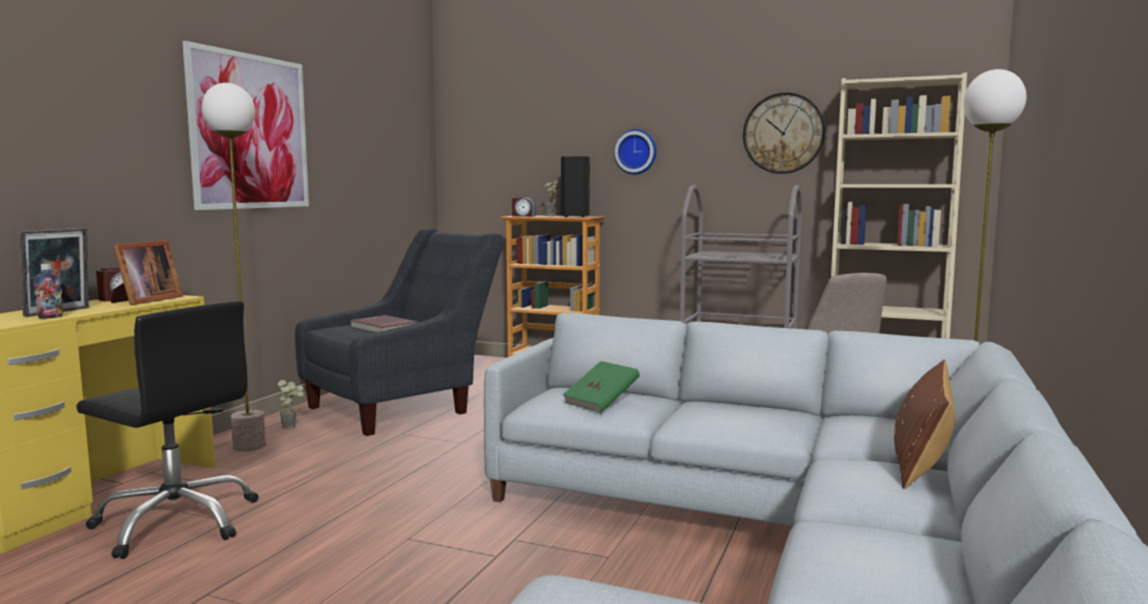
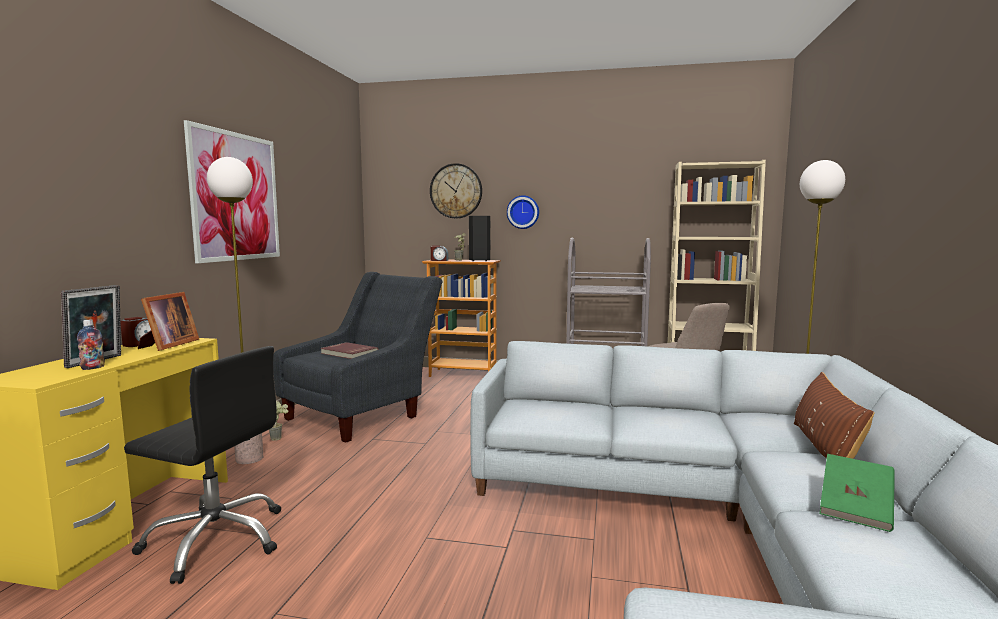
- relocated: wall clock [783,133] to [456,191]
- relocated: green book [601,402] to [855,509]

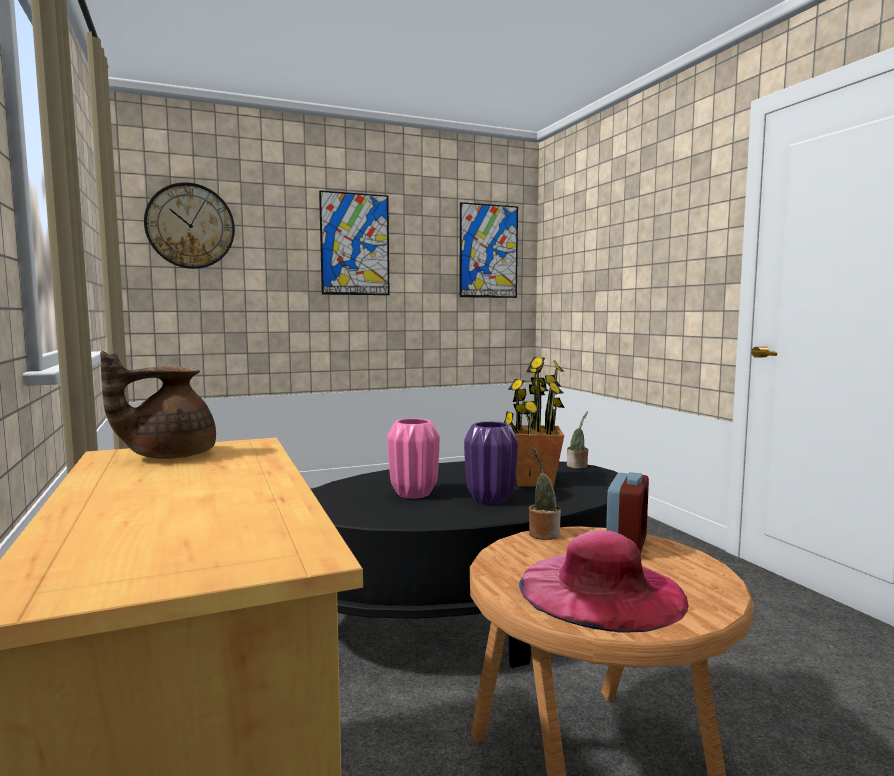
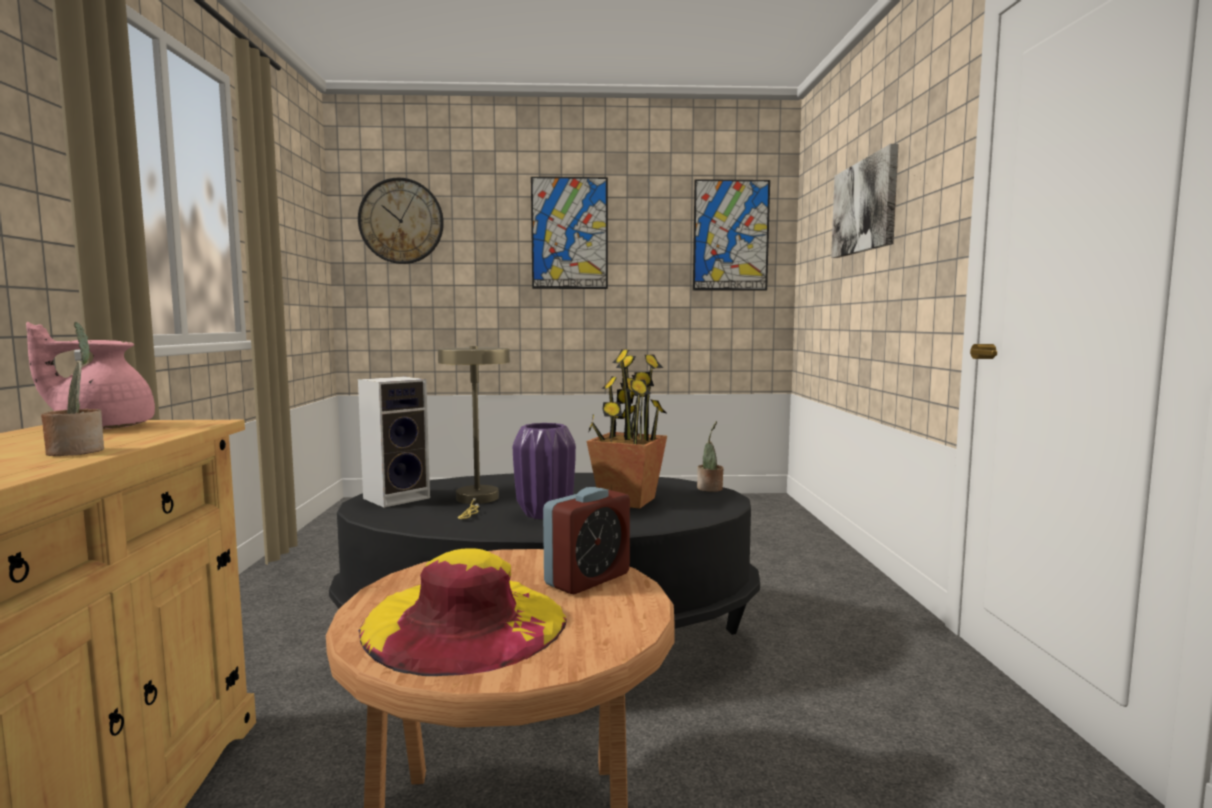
- colour: brown teapot [168,456] to pink teapot [103,427]
- relocated: potted plant [542,533] to [77,451]
- appeared: speaker [398,497]
- colour: pink hat [601,590] to yellow hat [464,622]
- exchanged: pink vase [414,494] to beige table lamp [476,500]
- appeared: picture [865,206]

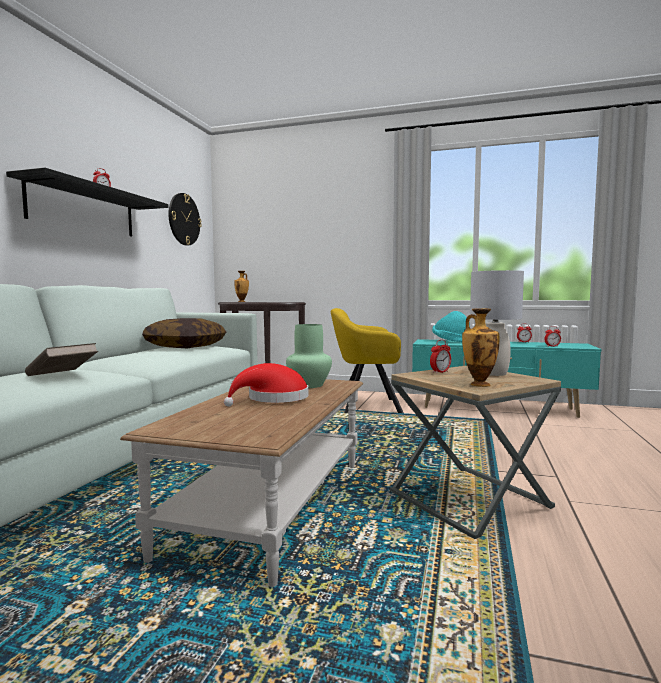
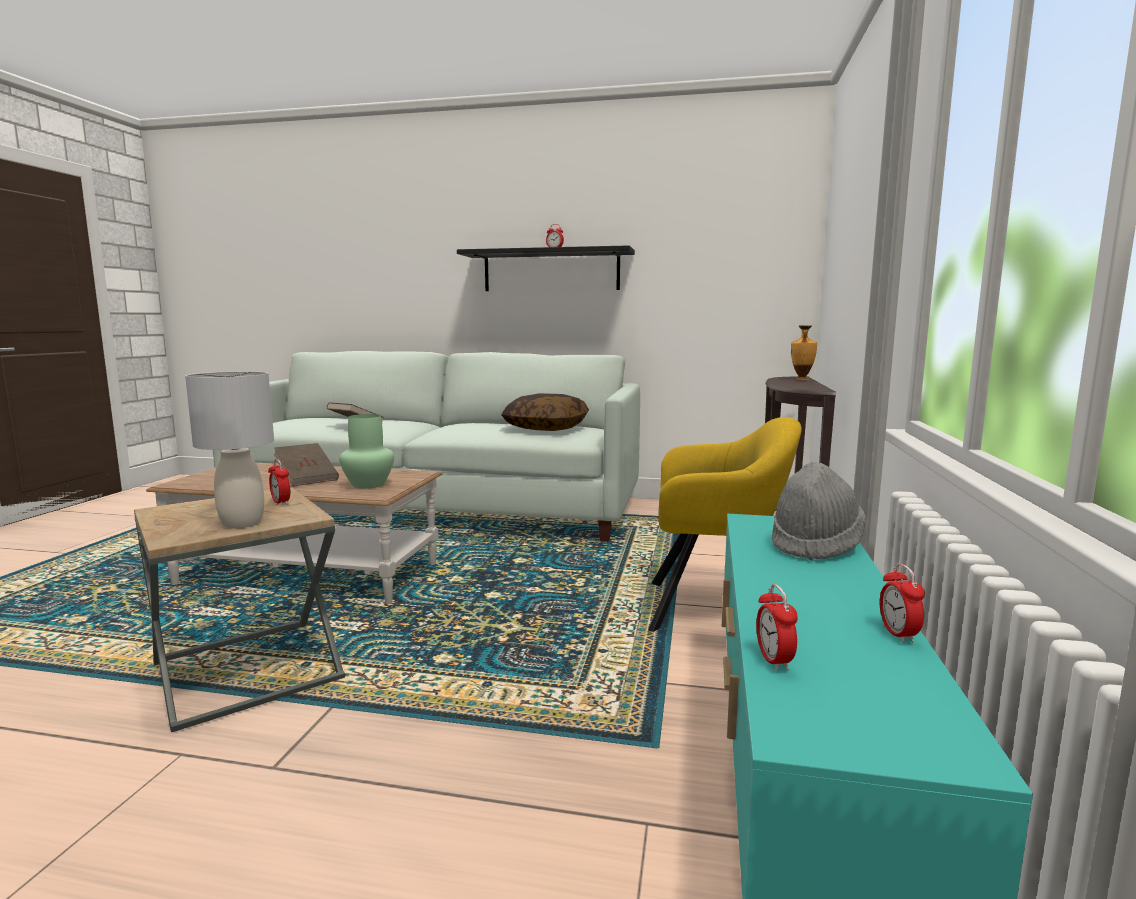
- exchanged: red hat [273,399] to brown book [307,478]
- spun: yellow armchair [365,406] = [715,610] 105 degrees clockwise
- colour: turquoise hat [451,341] to grey hat [815,544]
- missing: wall clock [184,219]
- missing: vase [479,384]

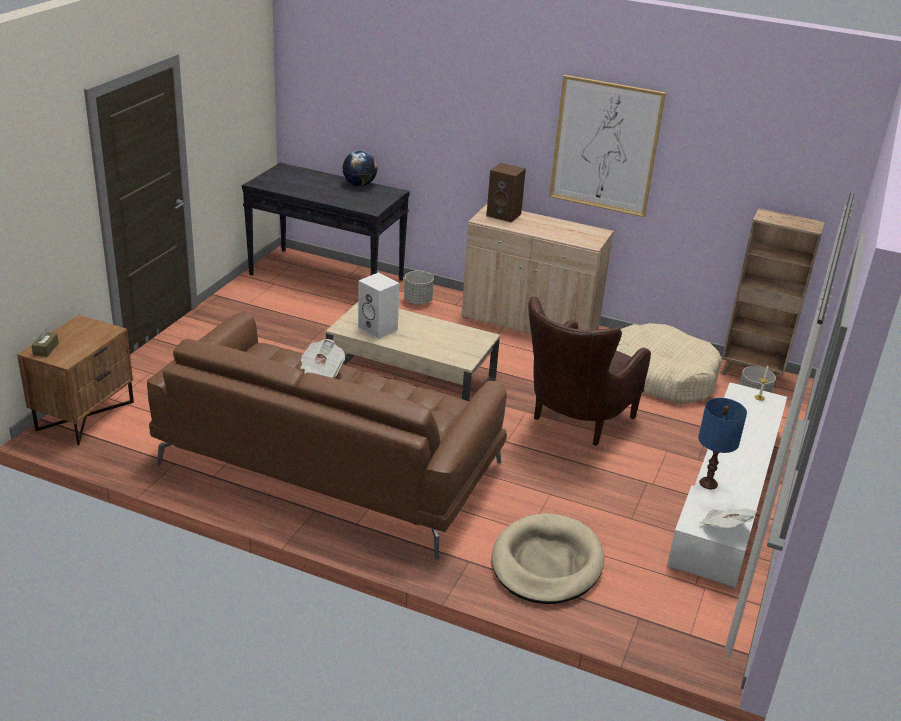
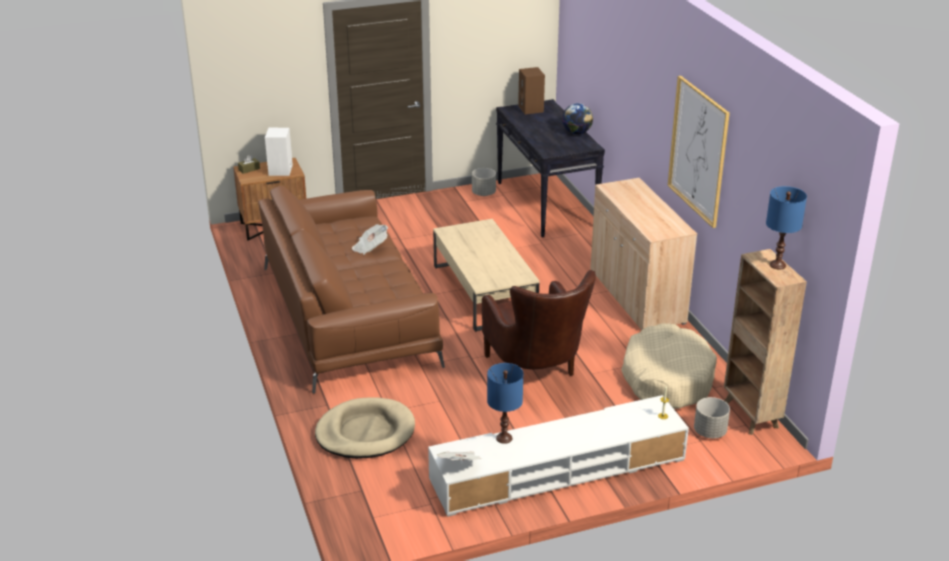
- relocated: white speaker [379,328] to [281,170]
- relocated: grey planter [418,301] to [484,193]
- spun: brown armchair [574,424] = [536,372] 105 degrees counterclockwise
- relocated: brown speaker [504,215] to [531,109]
- appeared: blue table lamp [777,265]

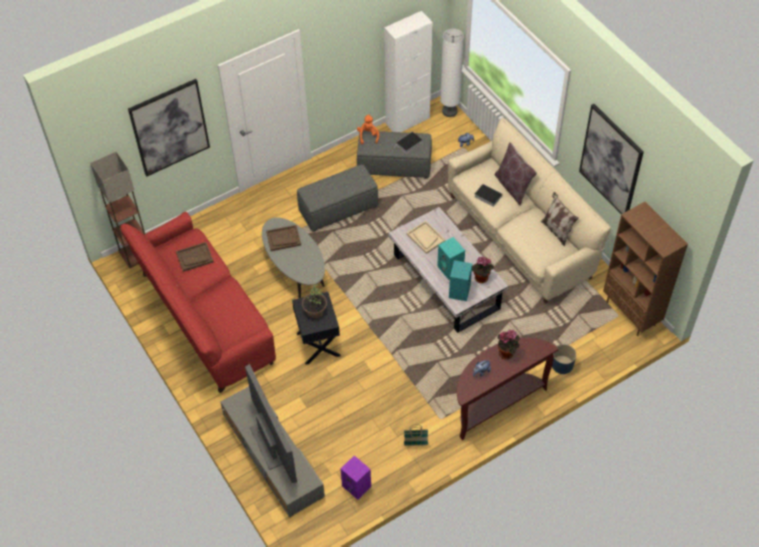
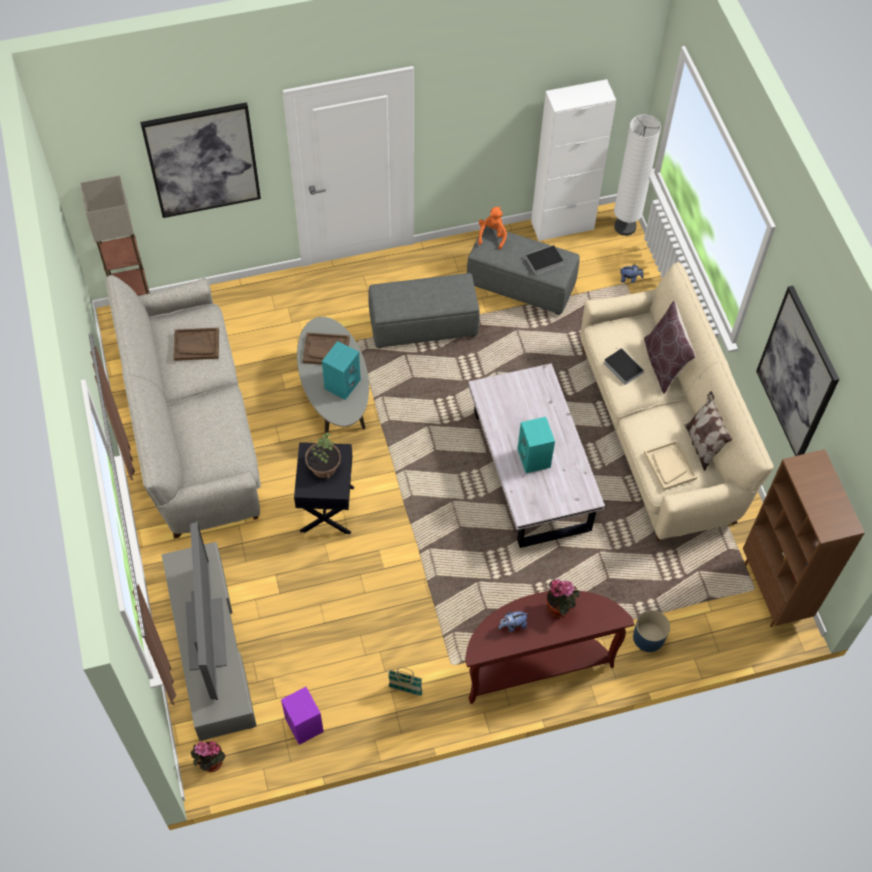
- colour: red sofa [205,318] to grey sofa [194,429]
- relocated: potted plant [480,279] to [210,763]
- relocated: turquoise speaker [459,290] to [342,383]
- relocated: beige tray [425,238] to [669,465]

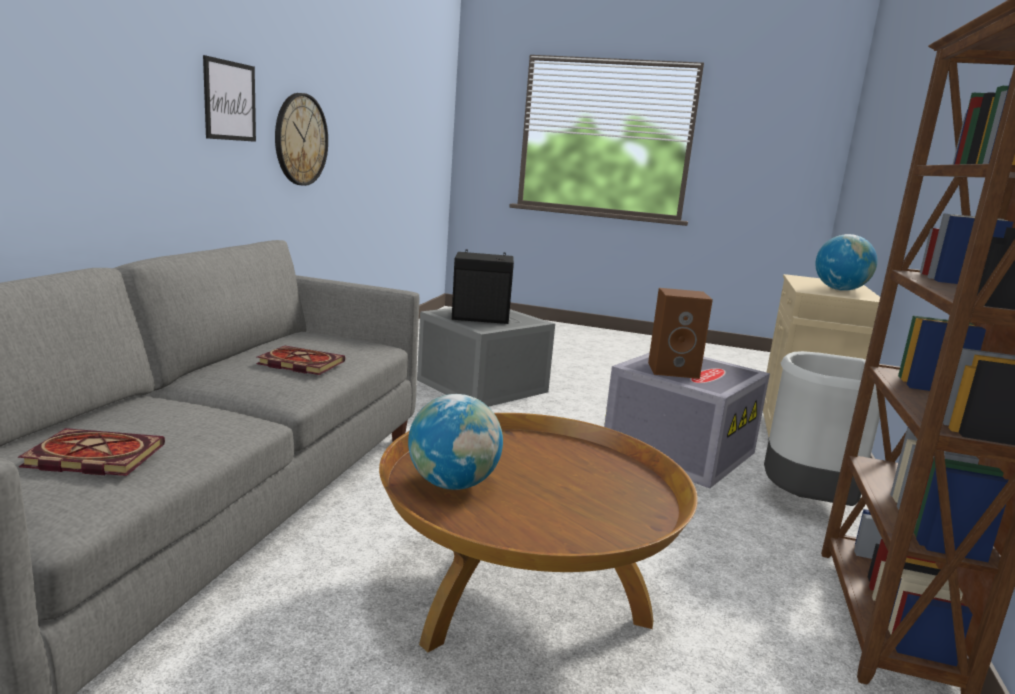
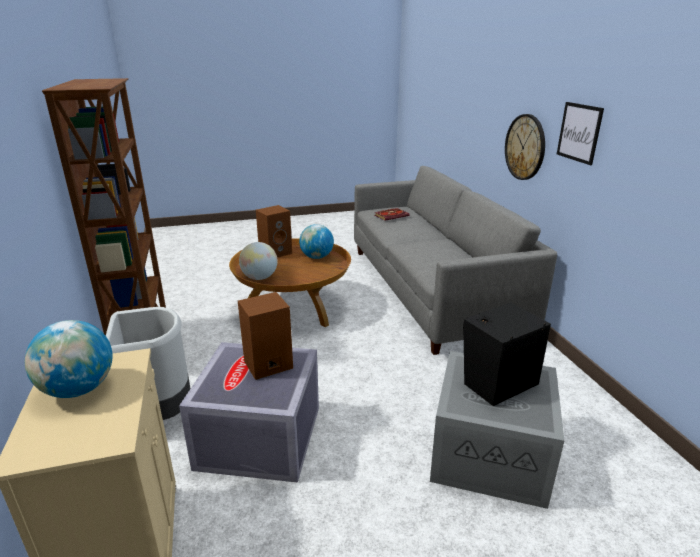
- appeared: globe [259,278]
- appeared: brown speaker [276,252]
- relocated: wall clock [300,139] to [525,147]
- missing: book [298,363]

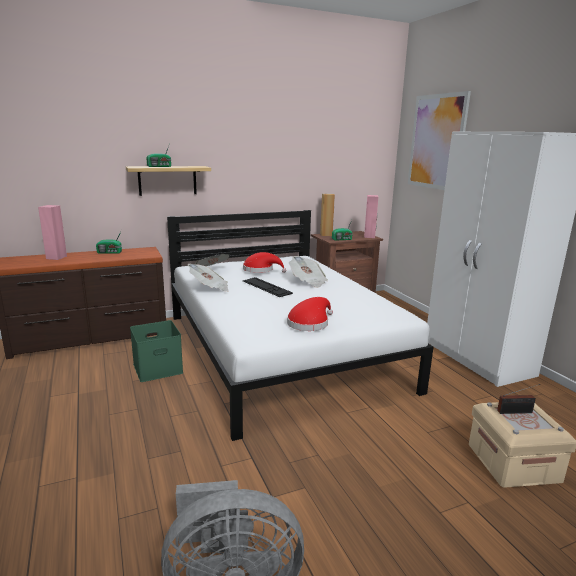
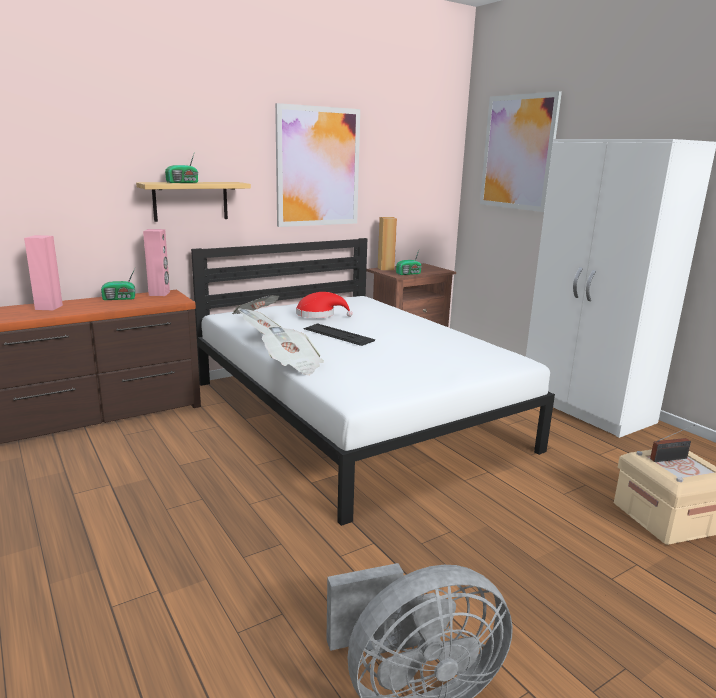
- relocated: pink speaker [369,236] to [159,293]
- relocated: newspaper [308,282] to [293,365]
- appeared: picture [318,167]
- missing: green storage box [158,368]
- missing: red hat [309,323]

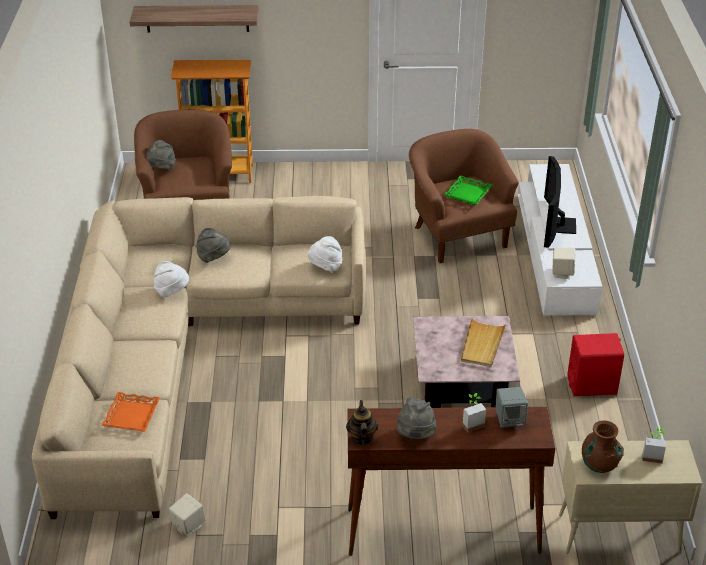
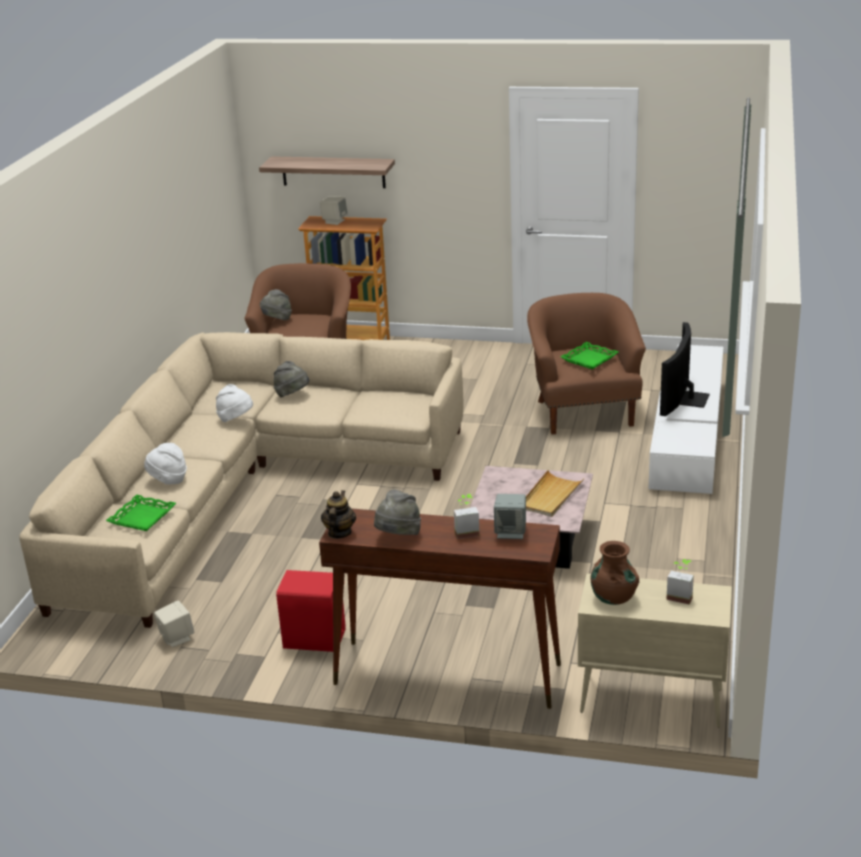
- colour: orange tray [132,416] to green tray [142,517]
- relocated: white hat [325,267] to [168,480]
- relocated: red speaker [592,385] to [315,639]
- relocated: beige speaker [562,273] to [334,221]

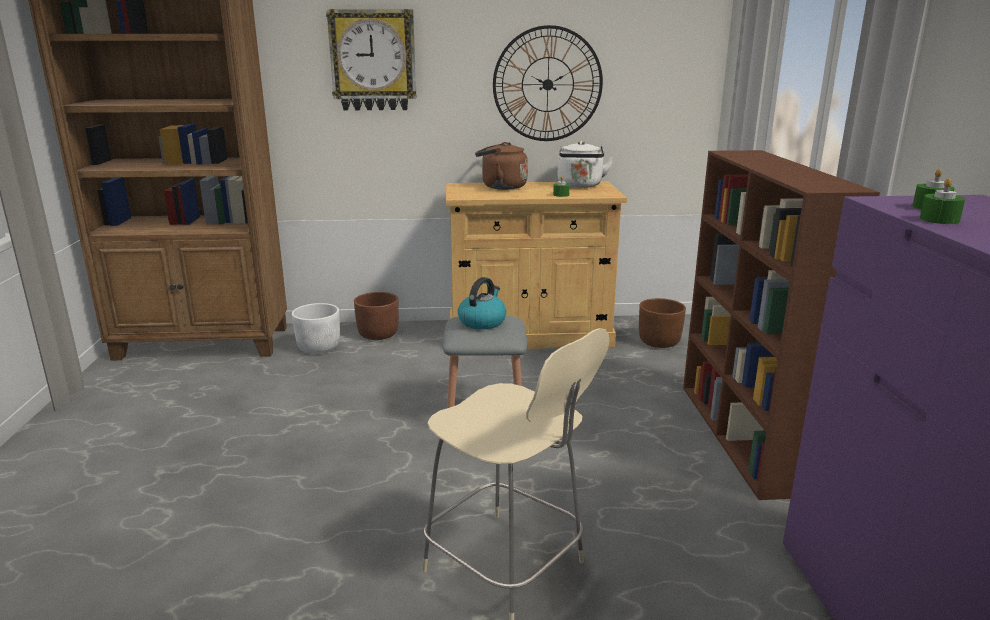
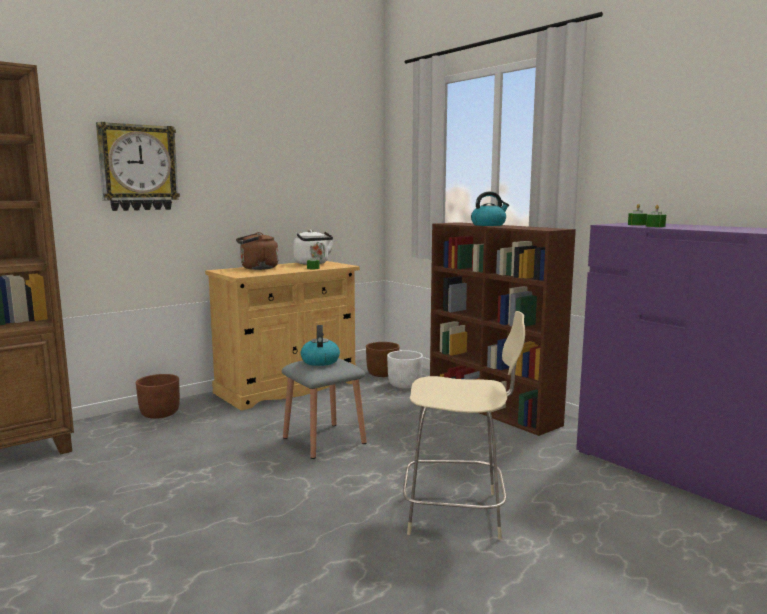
- relocated: white planter [319,348] to [404,384]
- appeared: kettle [488,225]
- missing: wall clock [547,84]

